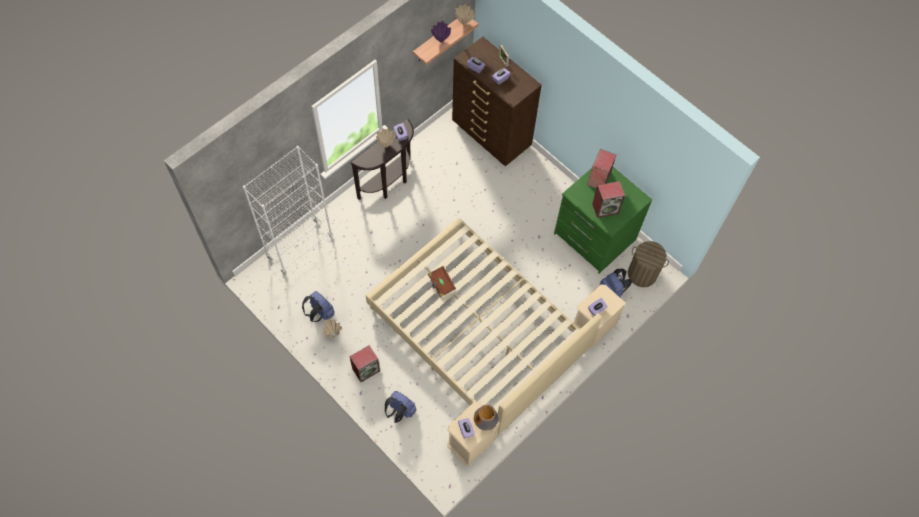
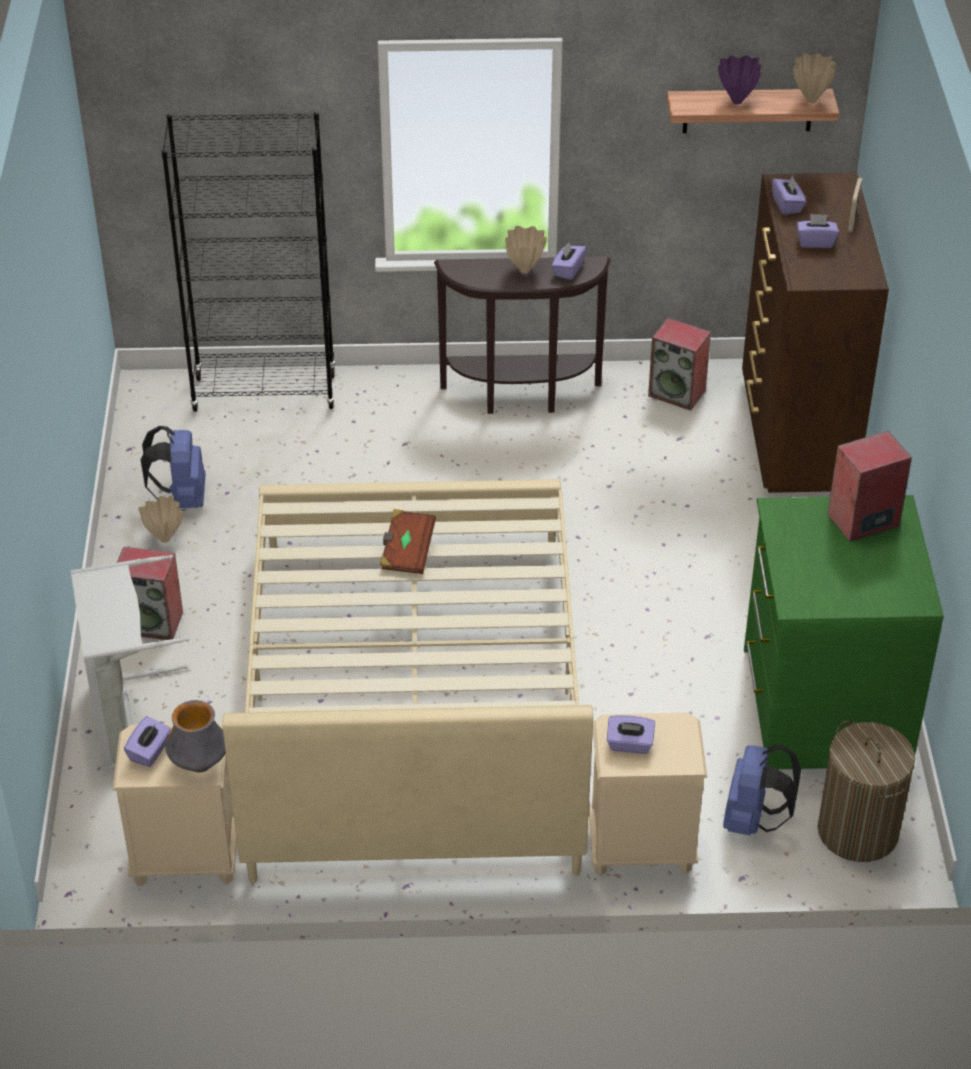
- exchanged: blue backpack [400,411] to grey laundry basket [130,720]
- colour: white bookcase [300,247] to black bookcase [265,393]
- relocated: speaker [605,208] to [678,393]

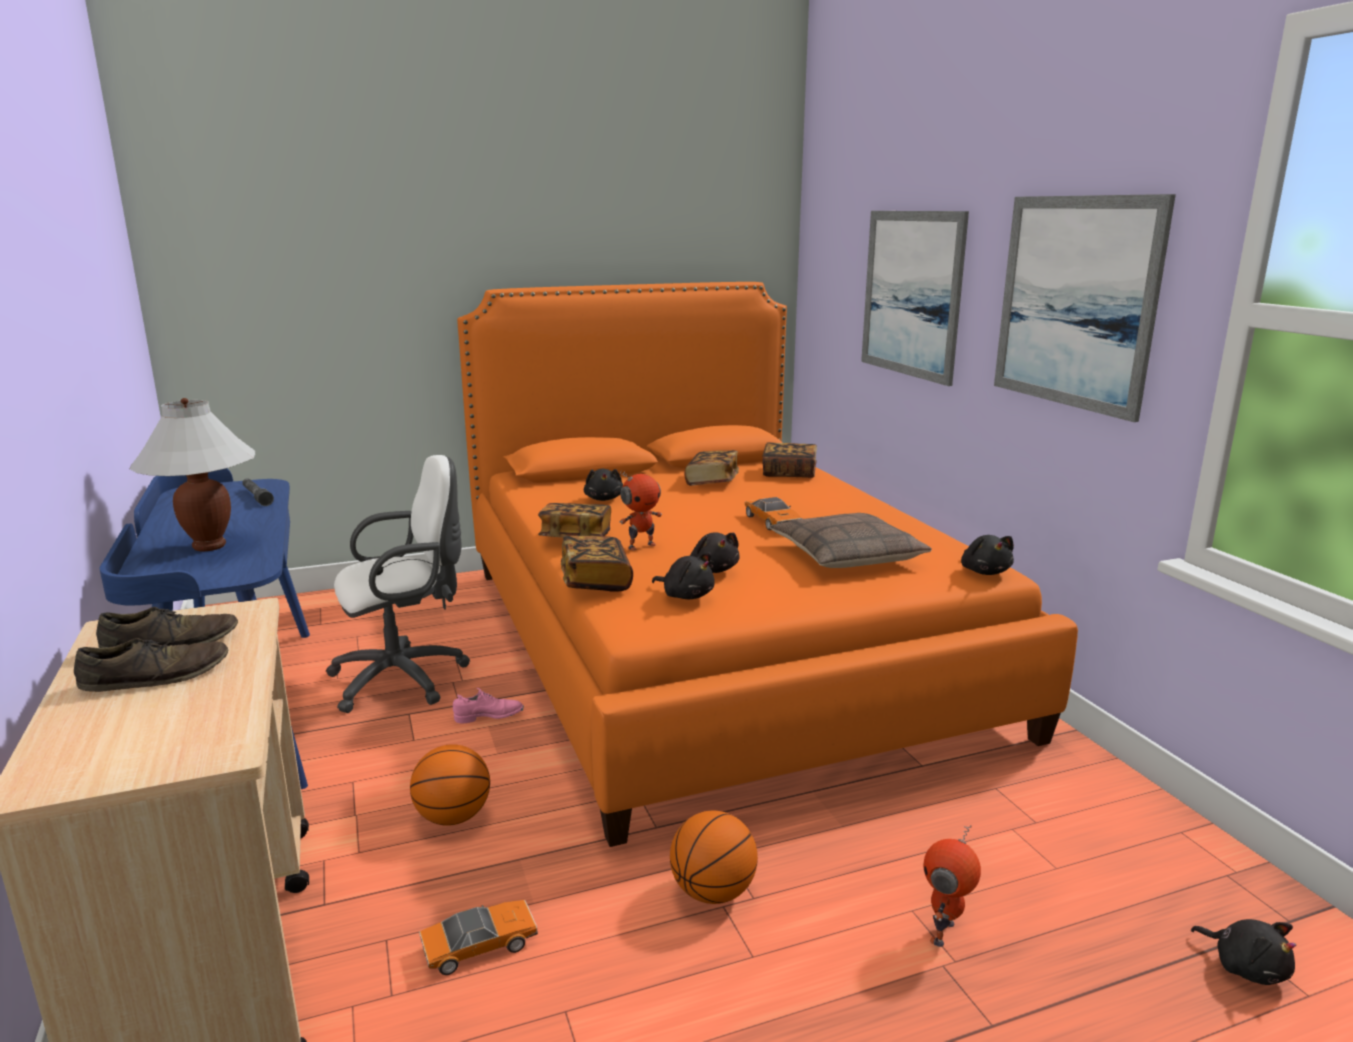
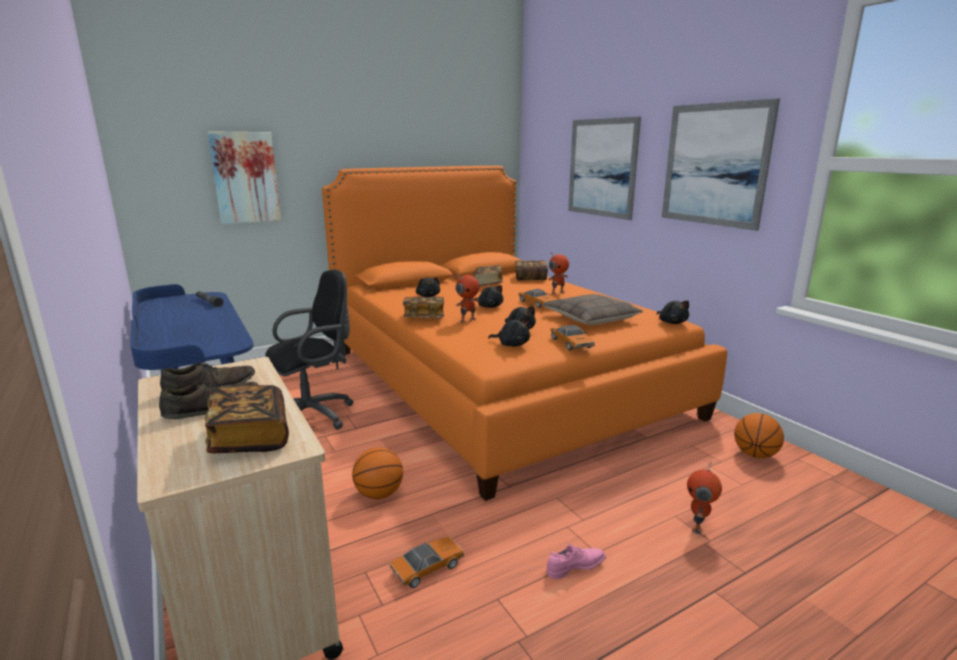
- relocated: book [596,581] to [250,437]
- appeared: picture [245,177]
- colour: white office chair [406,678] to black office chair [314,415]
- relocated: black plush toy [1245,967] to [489,306]
- relocated: pink shoe [489,716] to [575,567]
- appeared: toy robot [557,292]
- appeared: toy car [571,343]
- relocated: basketball [713,892] to [755,454]
- missing: white table lamp [209,546]

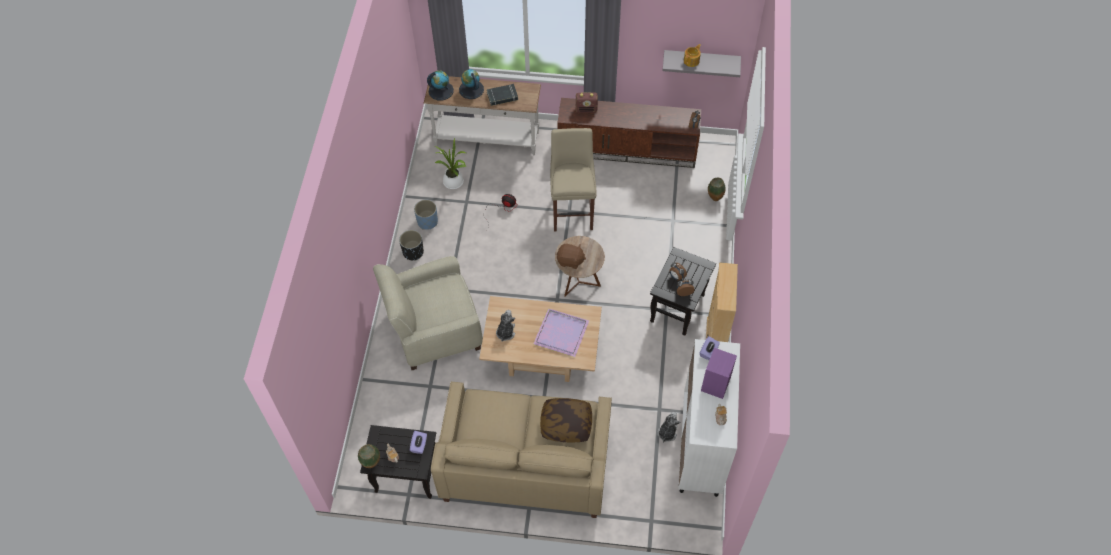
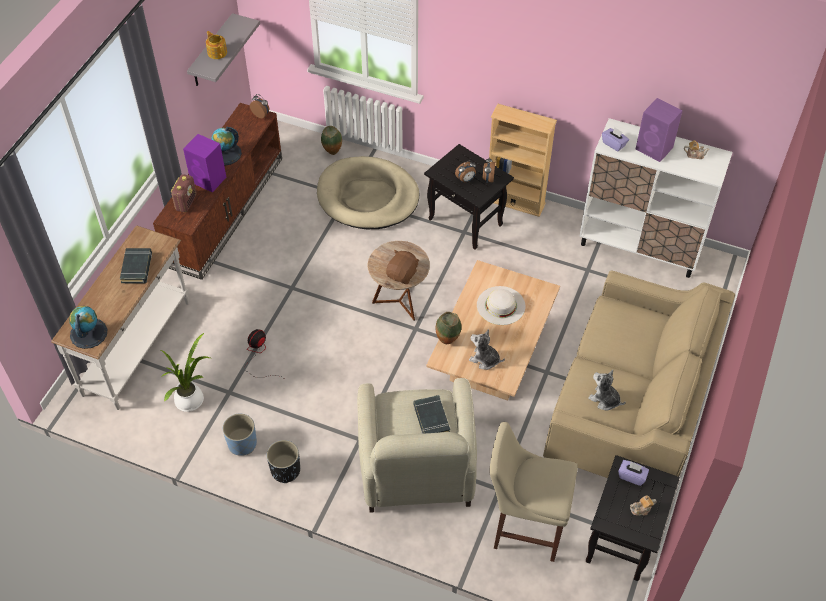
- appeared: purple speaker [209,180]
- relocated: globe [471,89] to [225,154]
- appeared: beige dog bed [368,197]
- appeared: black book [431,419]
- relocated: vase [372,464] to [447,341]
- exchanged: purple tray [560,332] to white hat [501,305]
- relocated: beige stool [572,211] to [524,527]
- relocated: plush toy [667,432] to [604,399]
- missing: pillow [566,424]

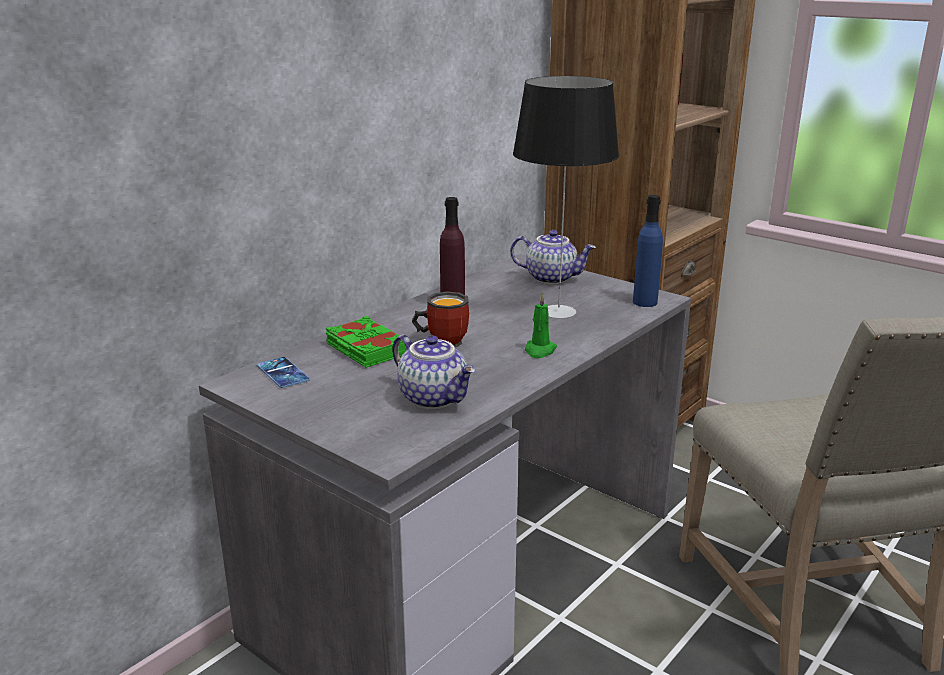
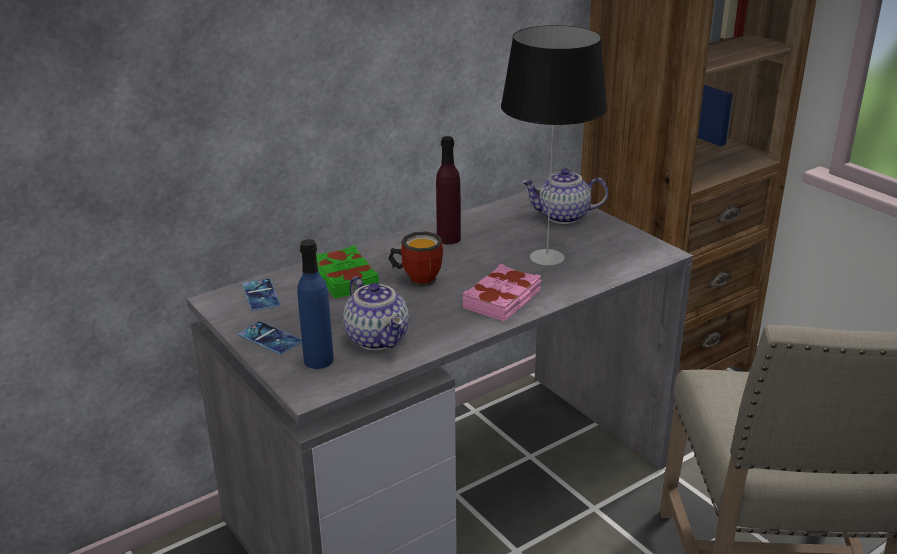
- appeared: phone [270,338]
- relocated: blue bottle [645,302] to [318,360]
- exchanged: green candle [539,350] to pink book [503,299]
- spun: teapot [552,278] = [563,217] 150 degrees clockwise

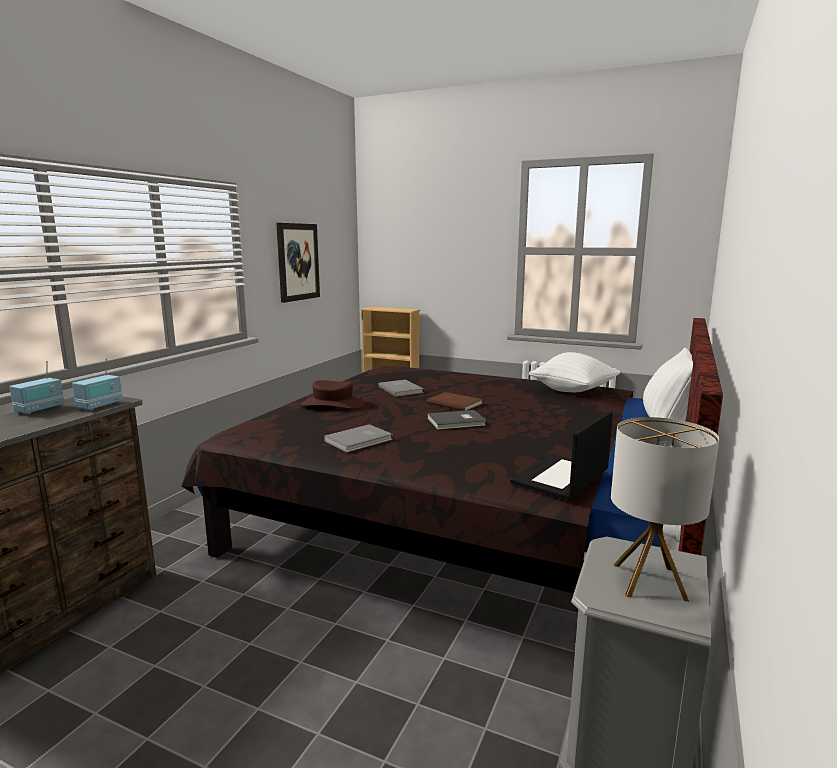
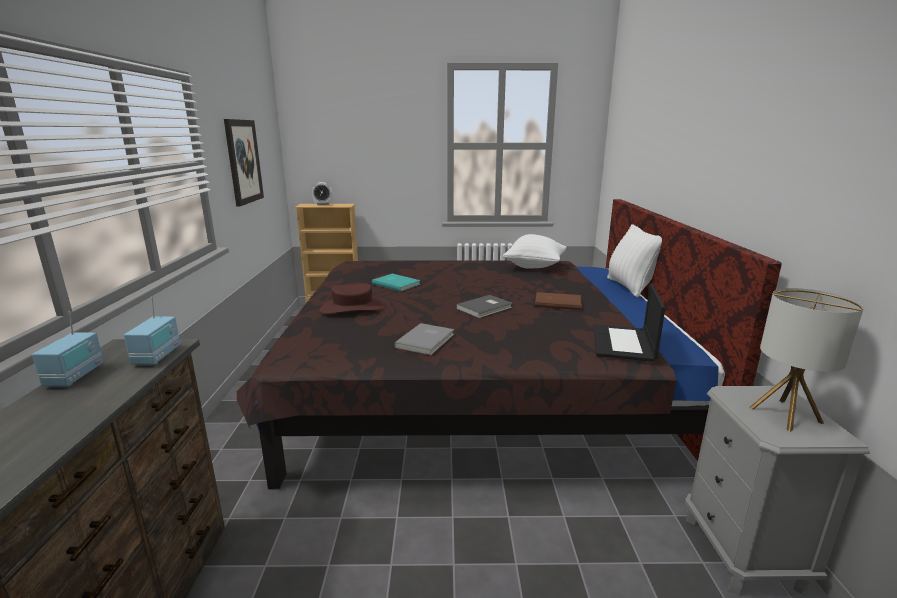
- appeared: alarm clock [323,204]
- colour: grey book [401,389] to turquoise book [396,283]
- relocated: brown book [454,403] to [557,302]

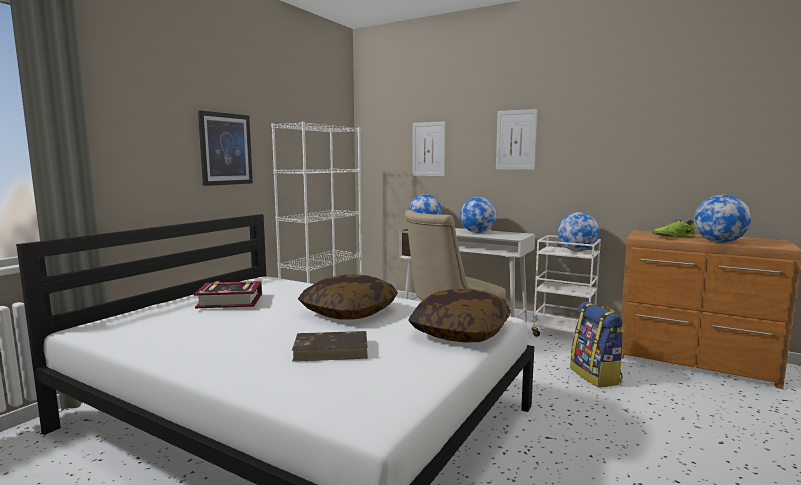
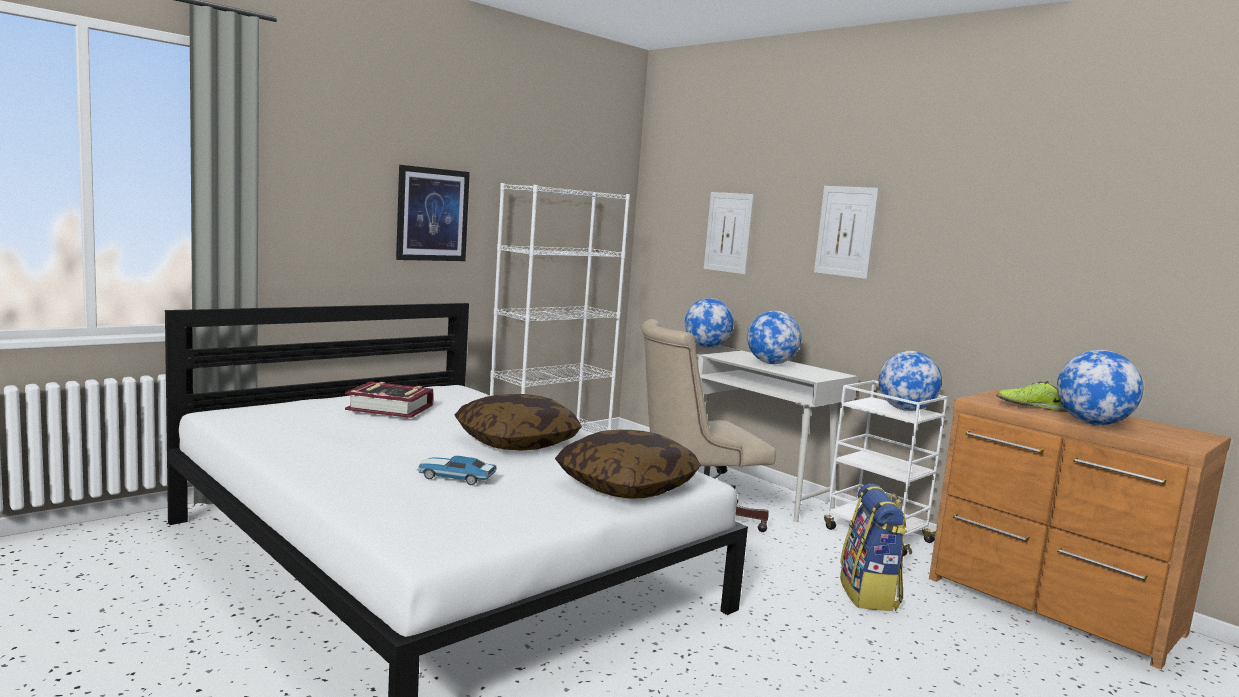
- exchanged: brown book [332,349] to toy car [454,477]

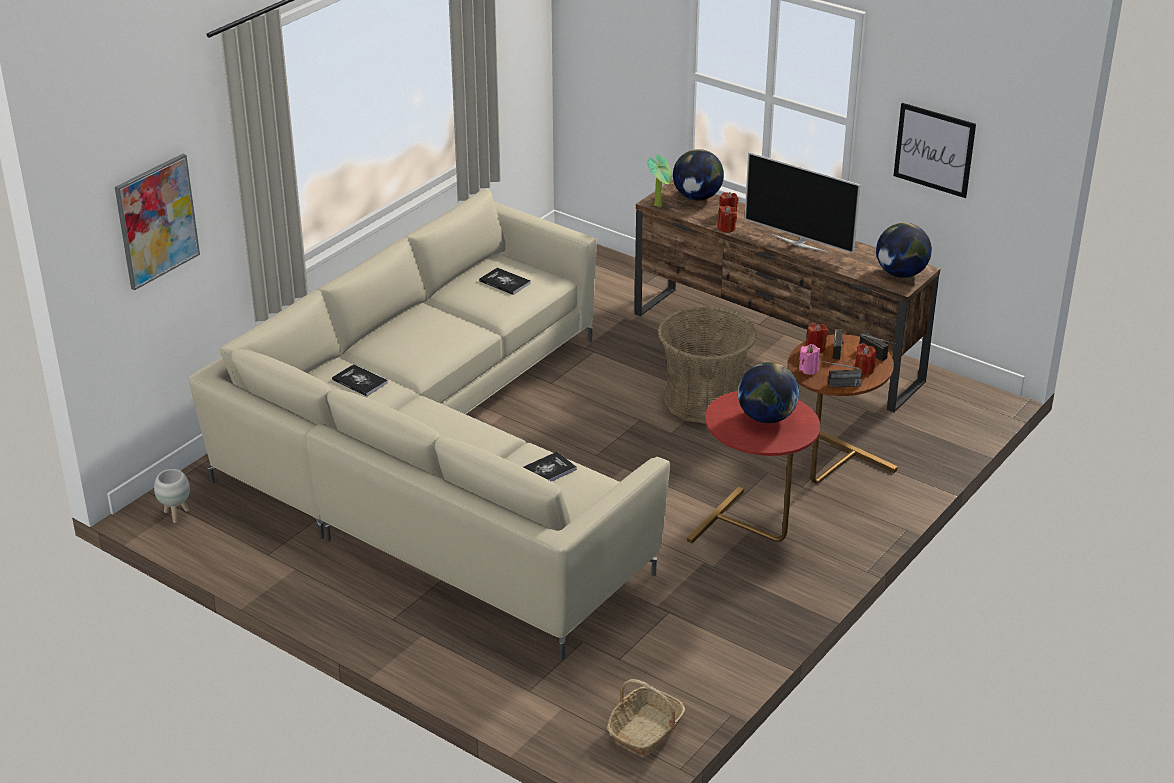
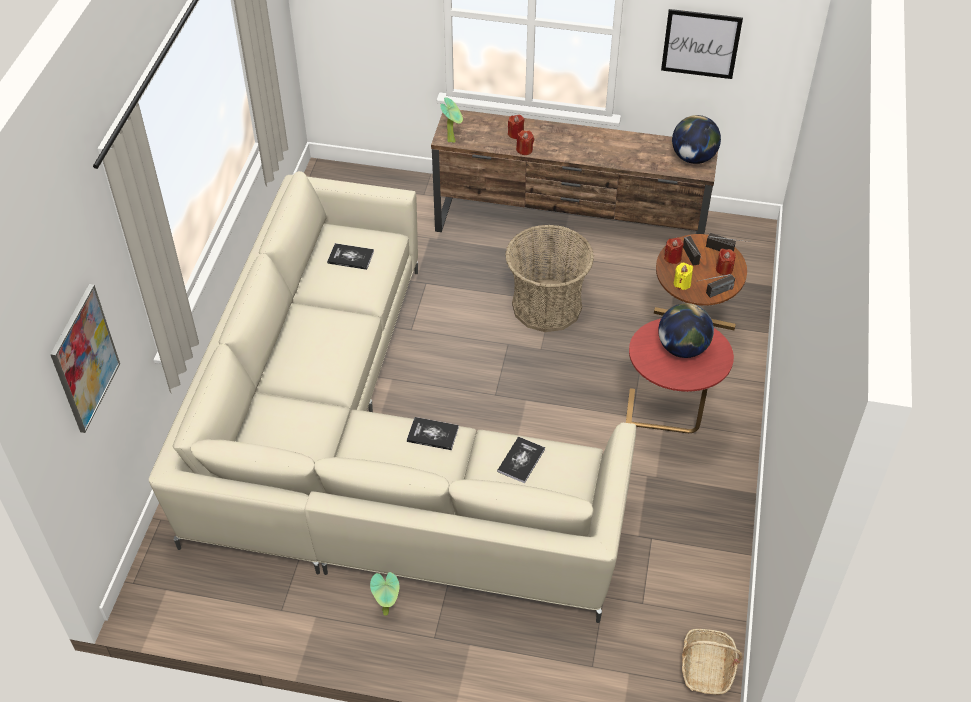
- appeared: potted plant [387,612]
- relocated: book [360,381] to [432,434]
- colour: pink candle [808,369] to yellow candle [682,283]
- missing: white planter [176,514]
- missing: globe [697,197]
- missing: television [800,243]

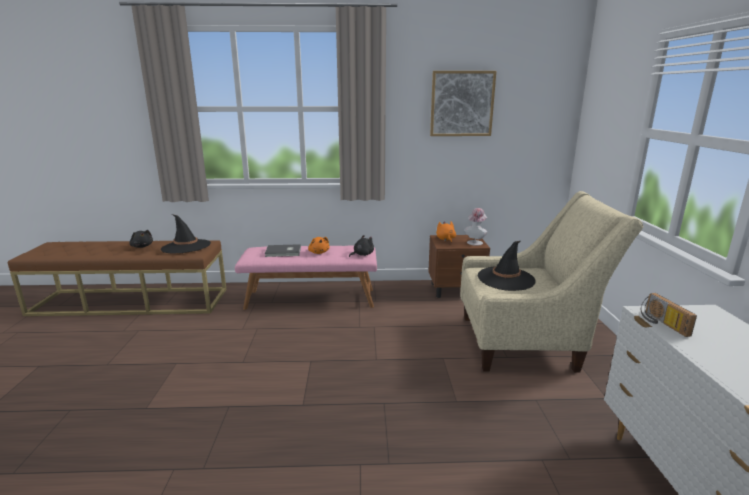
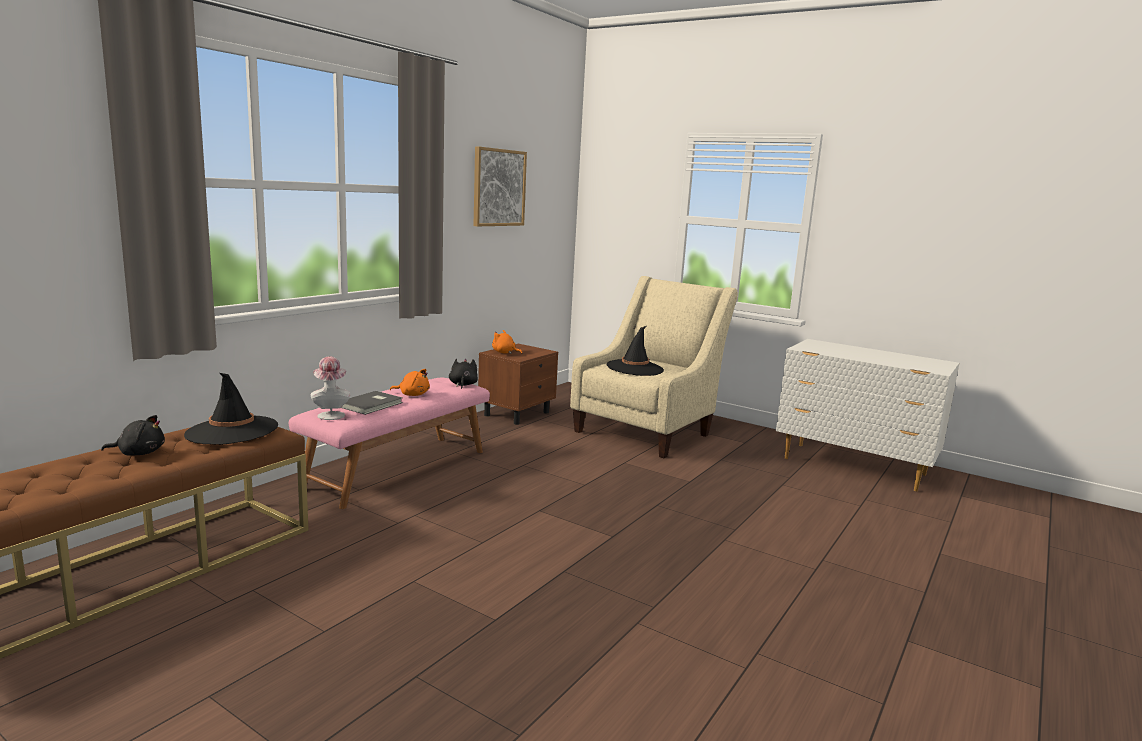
- relocated: hat [475,242] to [331,414]
- missing: radio [661,323]

